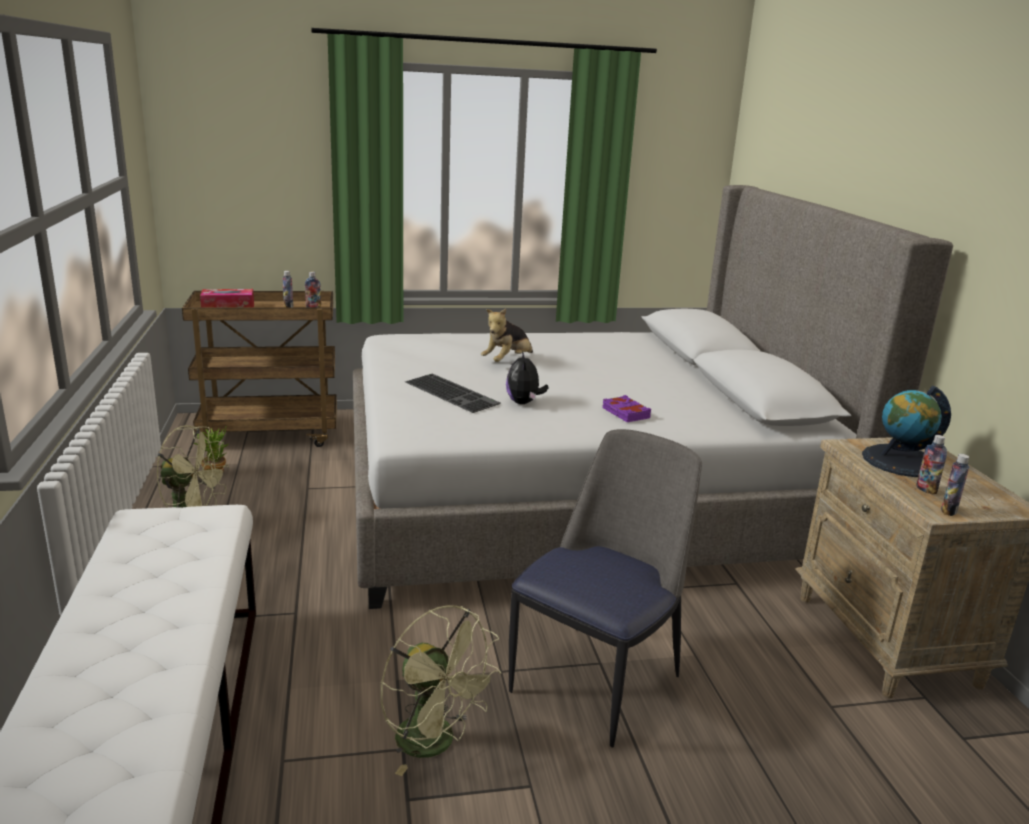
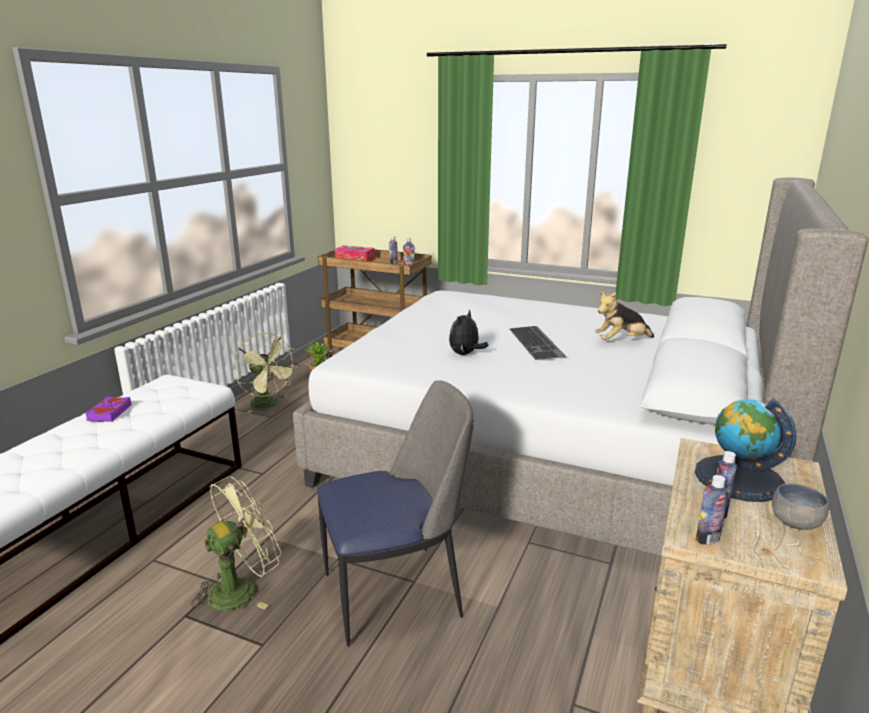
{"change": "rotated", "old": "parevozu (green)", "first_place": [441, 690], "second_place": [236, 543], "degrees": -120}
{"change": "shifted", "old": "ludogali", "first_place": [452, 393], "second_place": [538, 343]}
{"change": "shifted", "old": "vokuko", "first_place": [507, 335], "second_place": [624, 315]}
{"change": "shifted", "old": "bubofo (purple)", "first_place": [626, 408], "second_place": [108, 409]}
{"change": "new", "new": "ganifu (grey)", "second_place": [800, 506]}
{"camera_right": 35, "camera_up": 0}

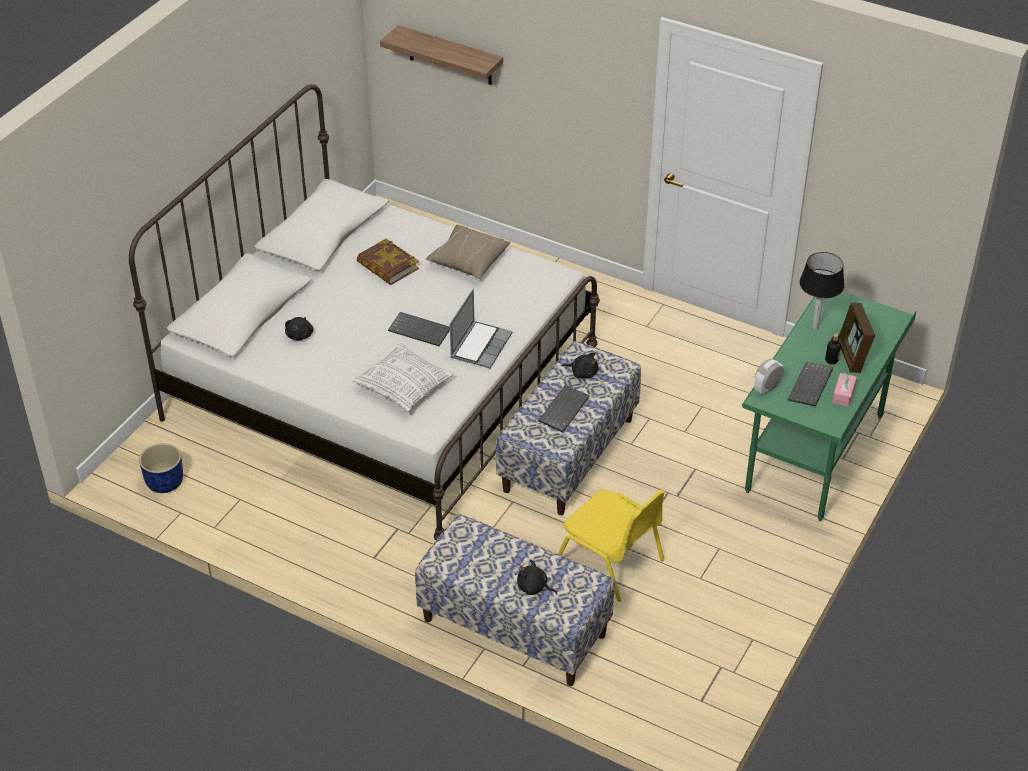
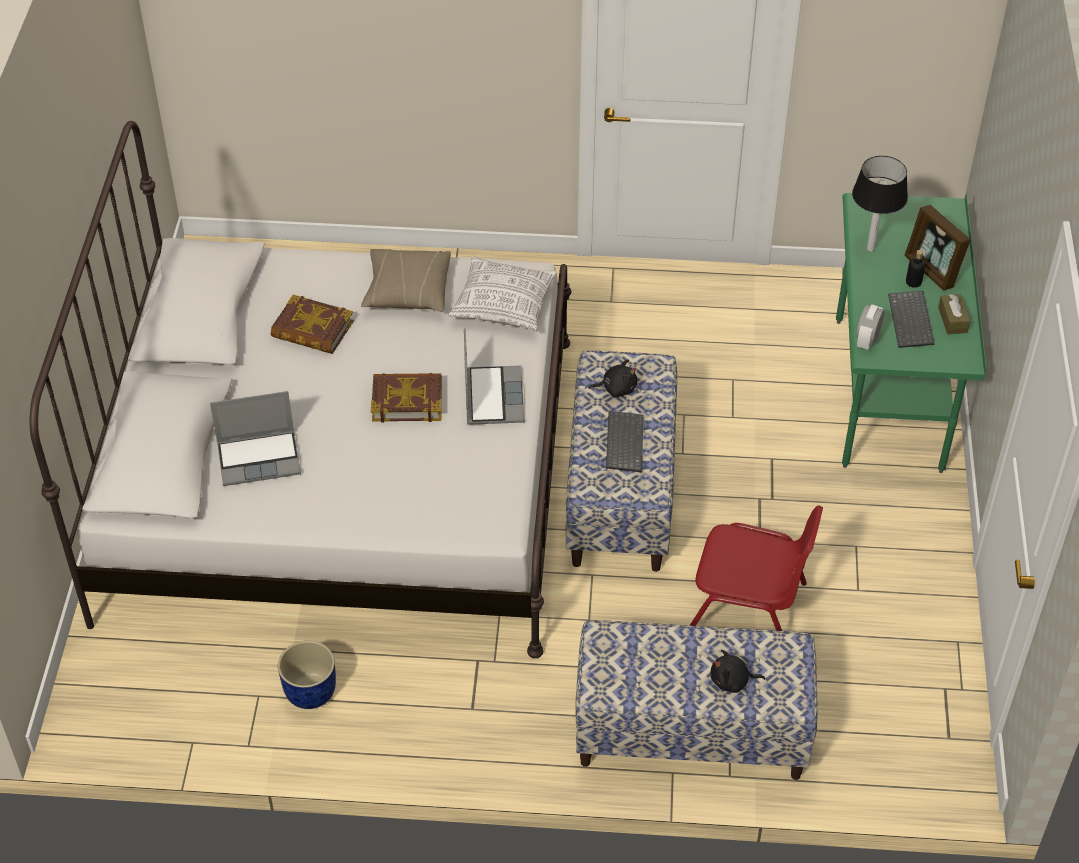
{"change": "shifted", "old": "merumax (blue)", "first_place": [161, 468], "second_place": [307, 675]}
{"change": "swapped", "old": "vokuko (black)", "new": "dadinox", "first_place": [299, 328], "second_place": [255, 438]}
{"change": "shifted", "old": "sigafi", "first_place": [403, 378], "second_place": [502, 294]}
{"change": "gone", "old": "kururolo", "first_place": [441, 55]}
{"change": "swapped", "old": "ludogali", "new": "bubofo", "first_place": [419, 329], "second_place": [406, 397]}
{"change": "repainted", "old": "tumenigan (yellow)", "new": "tumenigan (red)", "first_place": [611, 545], "second_place": [756, 568]}
{"change": "repainted", "old": "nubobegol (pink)", "new": "nubobegol (brown)", "first_place": [844, 390], "second_place": [954, 314]}
{"camera_right": -25, "camera_up": 5}

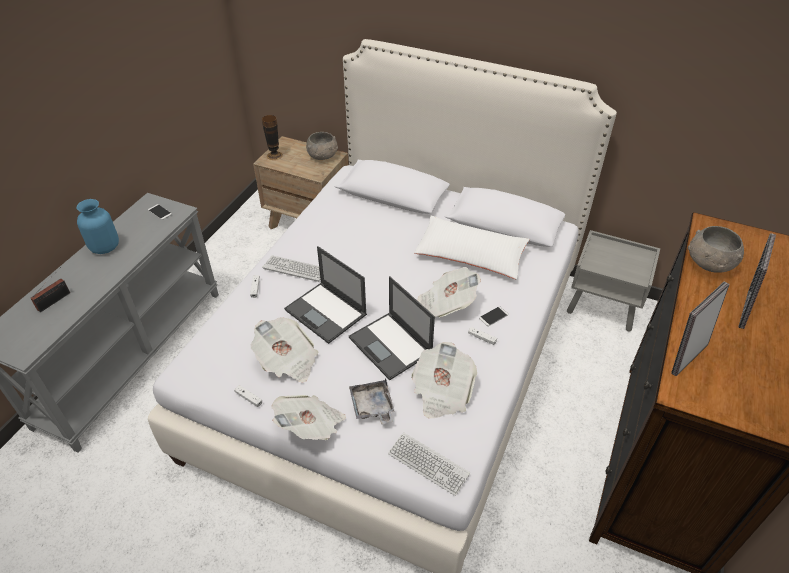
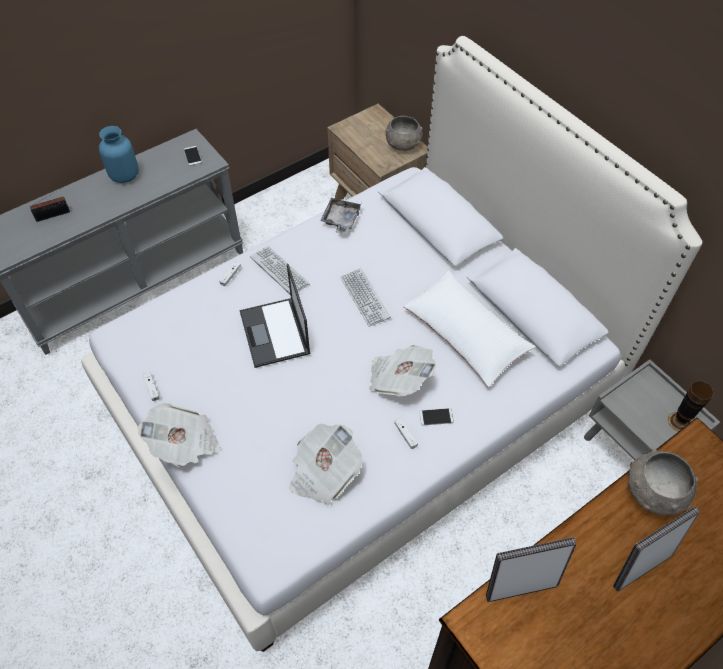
{"change": "gone", "old": "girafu", "first_place": [284, 350]}
{"change": "shifted", "old": "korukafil", "first_place": [272, 137], "second_place": [691, 406]}
{"change": "gone", "old": "dadinox", "first_place": [392, 328]}
{"change": "shifted", "old": "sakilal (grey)", "first_place": [372, 401], "second_place": [340, 216]}
{"change": "shifted", "old": "ludogali", "first_place": [429, 464], "second_place": [365, 297]}
{"camera_right": 30, "camera_up": 10}

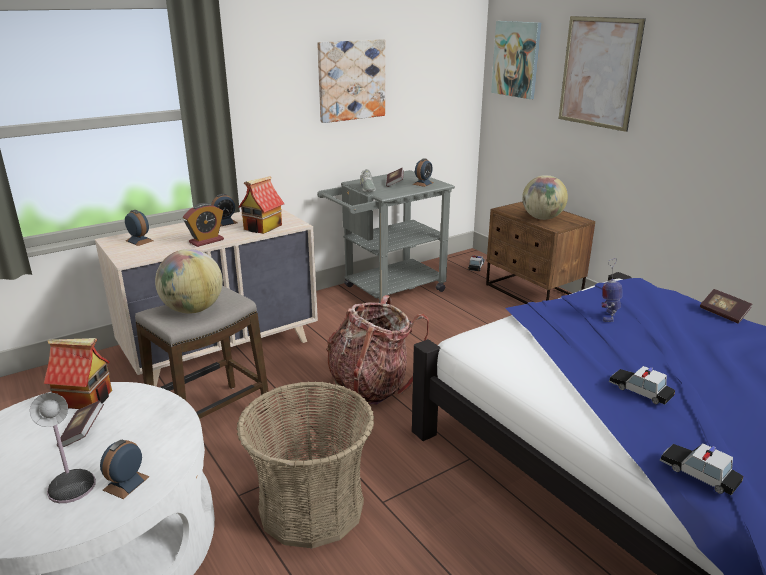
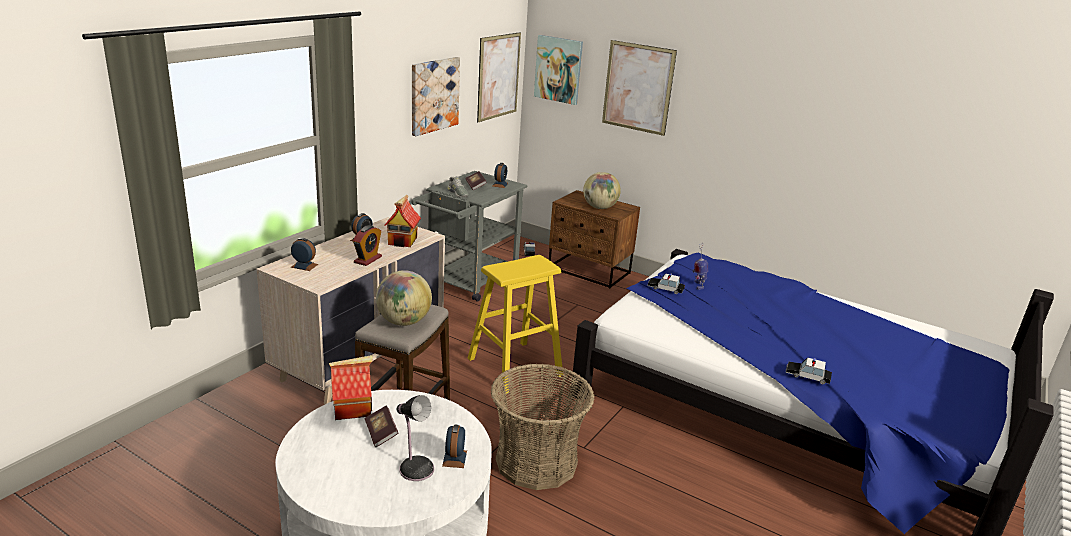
{"change": "swapped", "old": "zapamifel", "new": "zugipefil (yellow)", "first_place": [377, 350], "second_place": [515, 324]}
{"change": "shifted", "old": "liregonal", "first_place": [642, 385], "second_place": [666, 283]}
{"change": "gone", "old": "bubofo", "first_place": [726, 306]}
{"change": "new", "new": "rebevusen", "second_place": [499, 77]}
{"camera_right": -25, "camera_up": 0}

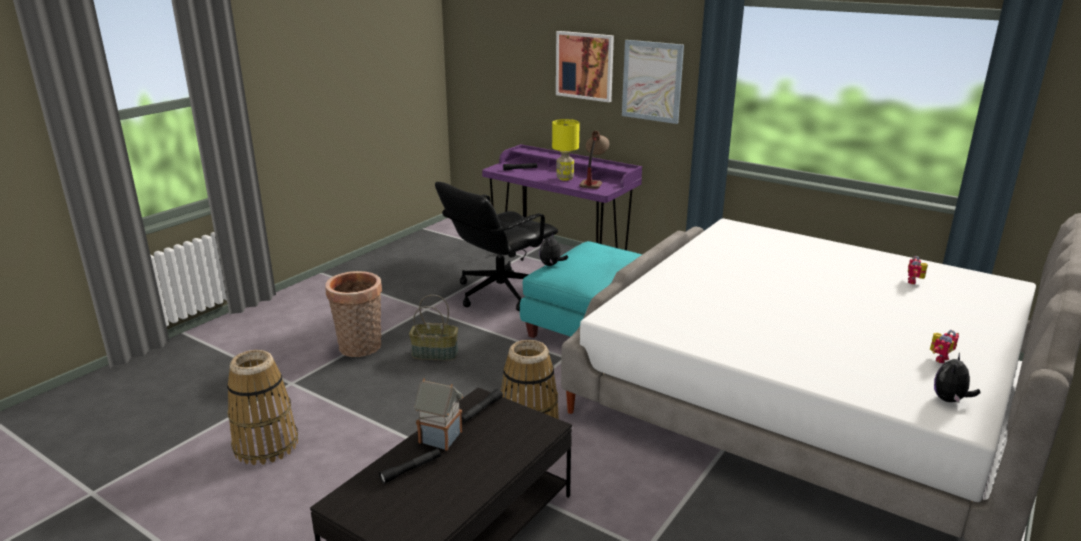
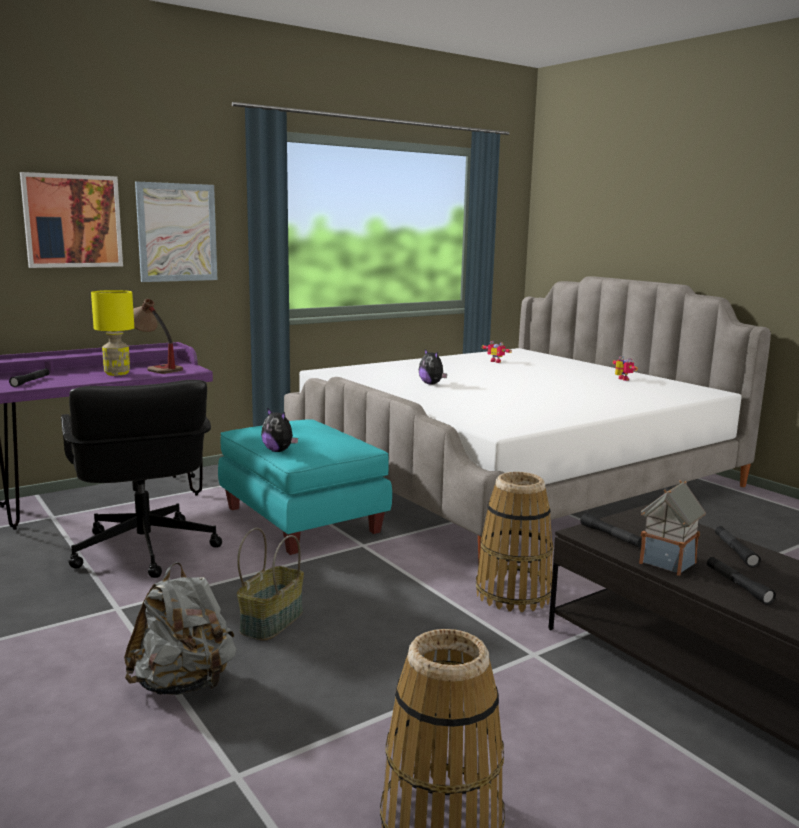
{"change": "swapped", "old": "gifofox", "new": "zapamifel (grey)", "first_place": [353, 314], "second_place": [180, 628]}
{"change": "shifted", "old": "vokuko", "first_place": [957, 378], "second_place": [433, 367]}
{"change": "new", "new": "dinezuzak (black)", "second_place": [738, 547]}
{"camera_right": -70, "camera_up": -10}

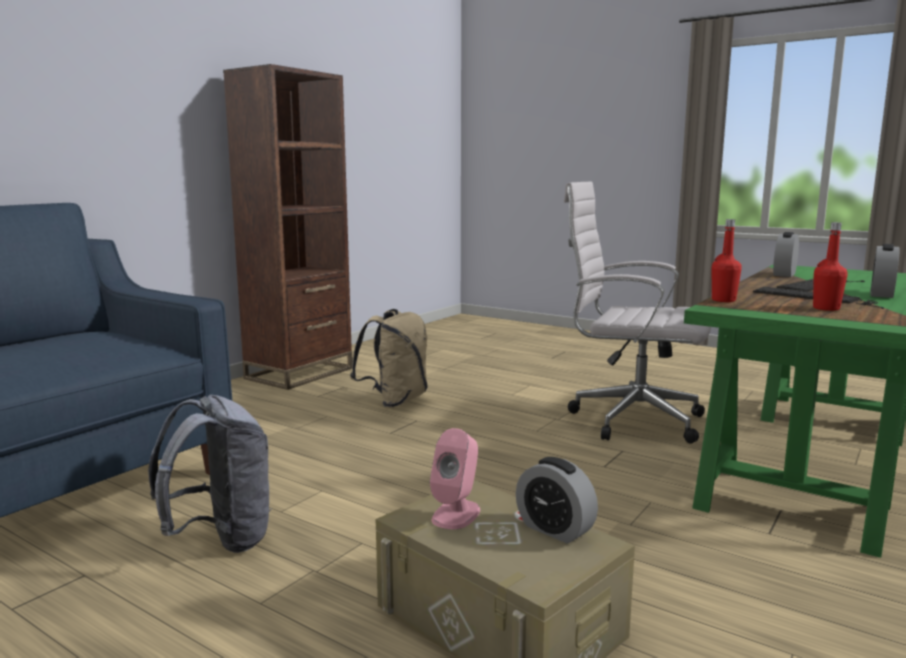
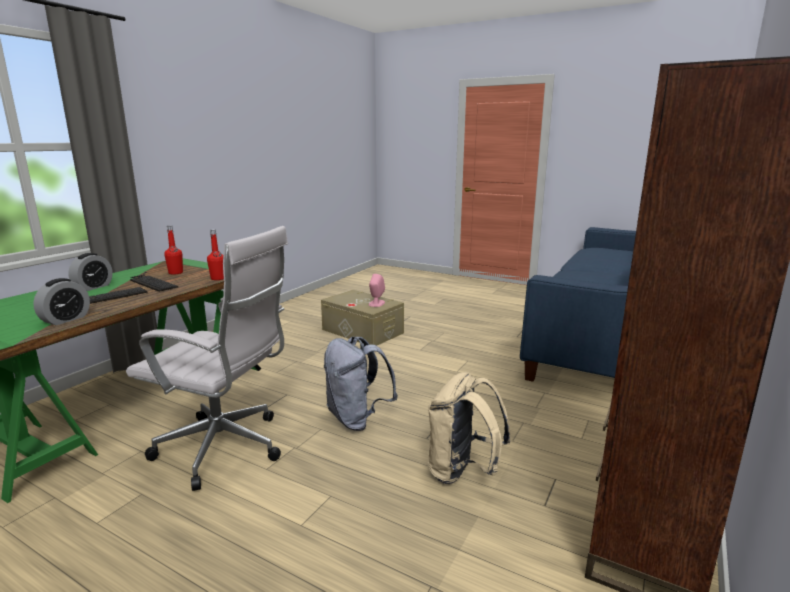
{"change": "shifted", "old": "zapamifel (grey)", "first_place": [210, 474], "second_place": [361, 384]}
{"change": "gone", "old": "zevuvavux", "first_place": [557, 500]}
{"camera_right": 175, "camera_up": 5}

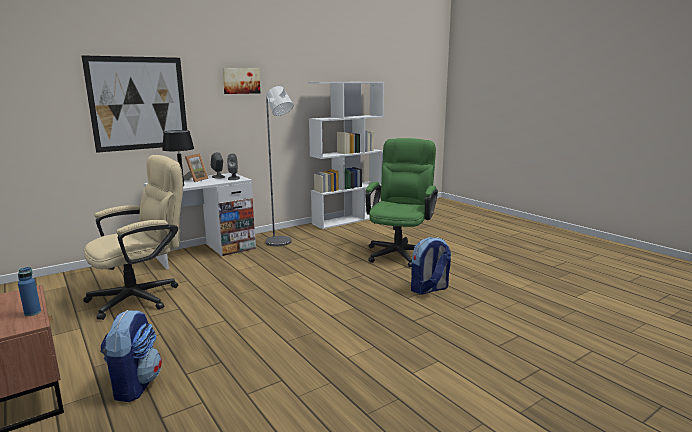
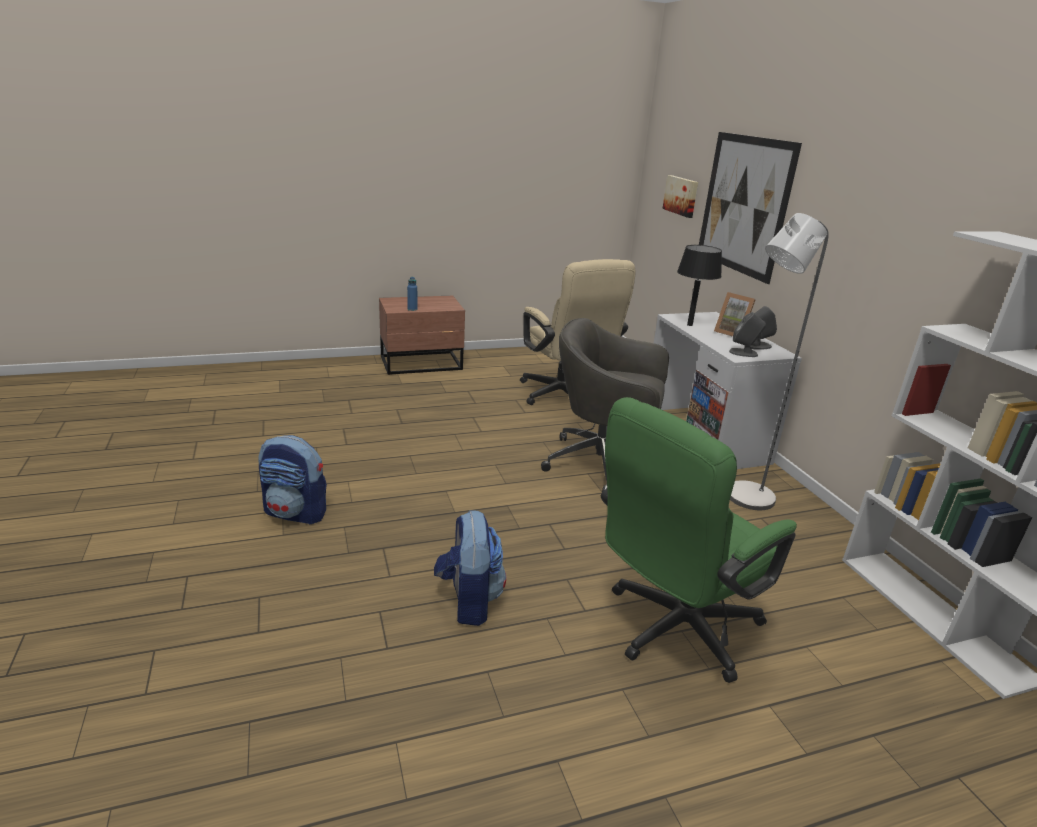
{"change": "shifted", "old": "zapamifel", "first_place": [131, 356], "second_place": [293, 480]}
{"change": "shifted", "old": "rebevusen", "first_place": [241, 81], "second_place": [680, 196]}
{"change": "rotated", "old": "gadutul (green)", "first_place": [401, 203], "second_place": [699, 540], "degrees": 105}
{"change": "new", "new": "gadutul (grey)", "second_place": [605, 405]}
{"camera_right": 105, "camera_up": 10}

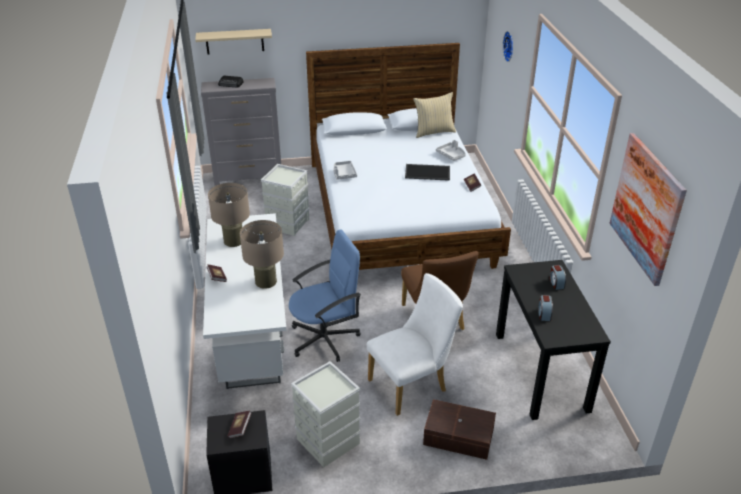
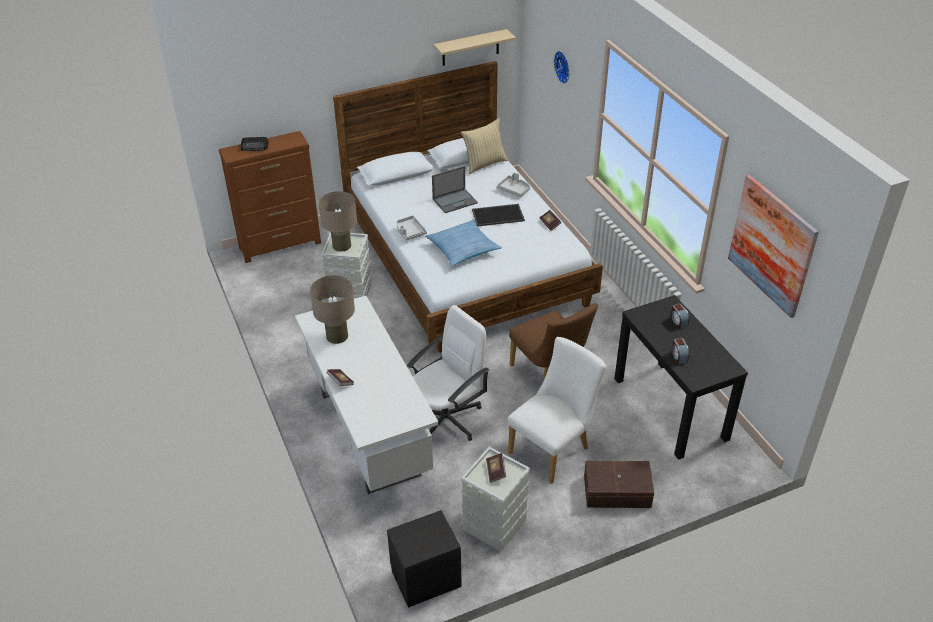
{"change": "shifted", "old": "kururolo (beige)", "first_place": [233, 41], "second_place": [475, 47]}
{"change": "repainted", "old": "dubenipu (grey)", "new": "dubenipu (brown)", "first_place": [241, 132], "second_place": [270, 197]}
{"change": "shifted", "old": "bubofo", "first_place": [240, 424], "second_place": [496, 468]}
{"change": "shifted", "old": "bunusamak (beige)", "first_place": [262, 254], "second_place": [338, 221]}
{"change": "repainted", "old": "gadutul (blue)", "new": "gadutul (white)", "first_place": [325, 295], "second_place": [448, 373]}
{"change": "new", "new": "sigafi", "second_place": [463, 242]}
{"change": "new", "new": "dadinox", "second_place": [455, 189]}
{"camera_right": -15, "camera_up": 5}

